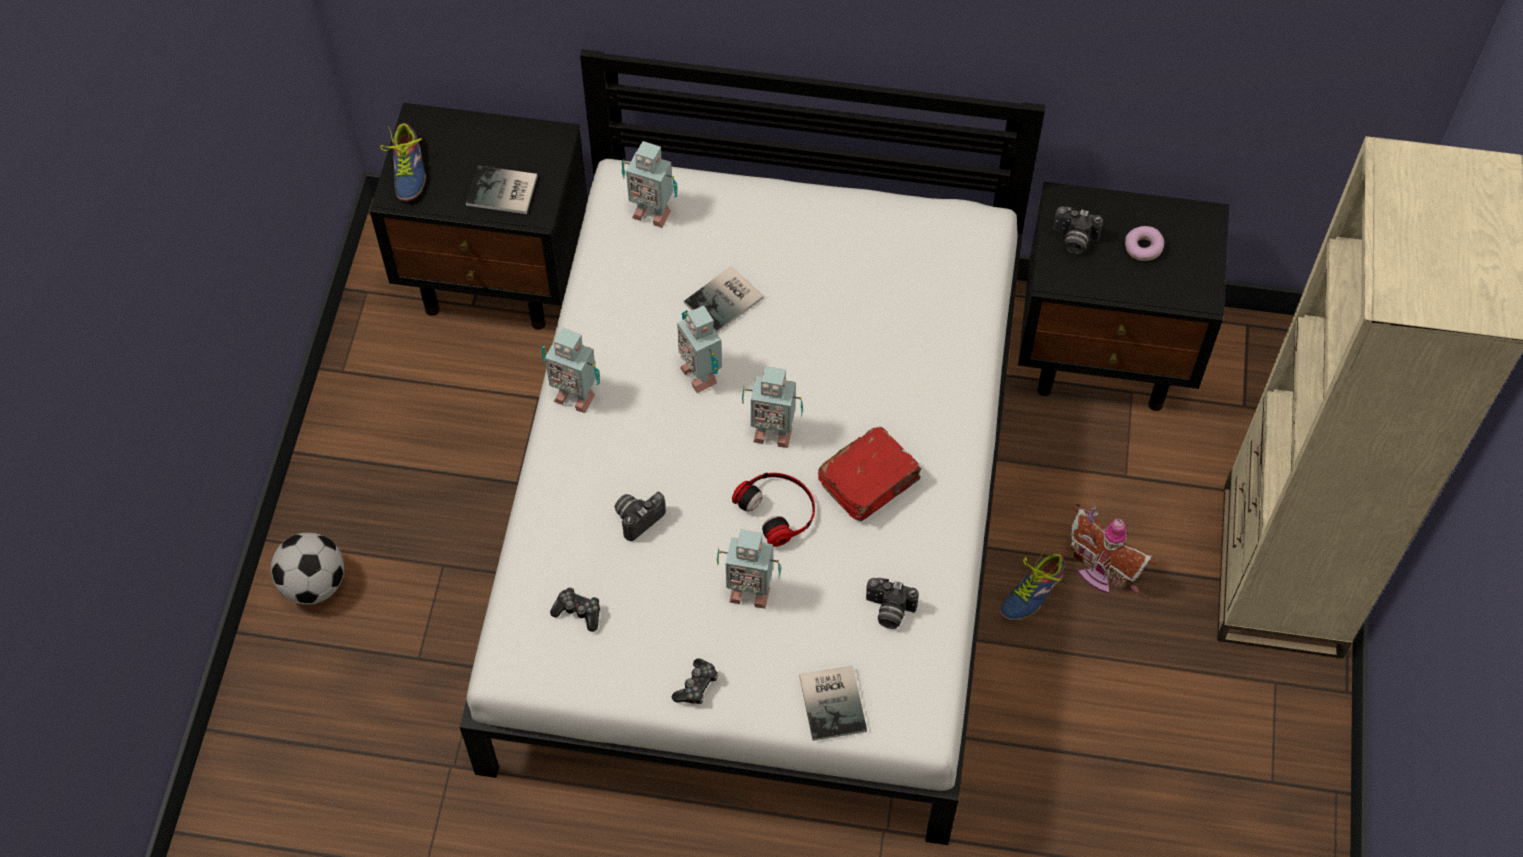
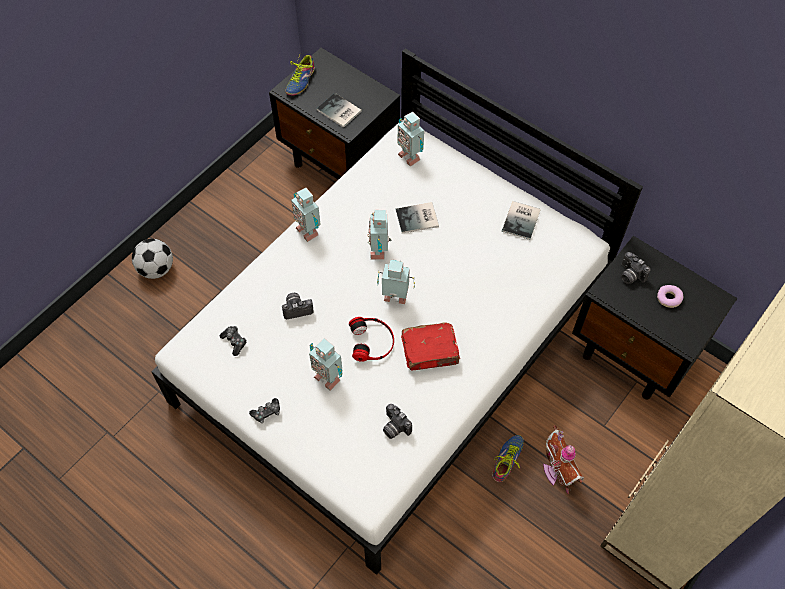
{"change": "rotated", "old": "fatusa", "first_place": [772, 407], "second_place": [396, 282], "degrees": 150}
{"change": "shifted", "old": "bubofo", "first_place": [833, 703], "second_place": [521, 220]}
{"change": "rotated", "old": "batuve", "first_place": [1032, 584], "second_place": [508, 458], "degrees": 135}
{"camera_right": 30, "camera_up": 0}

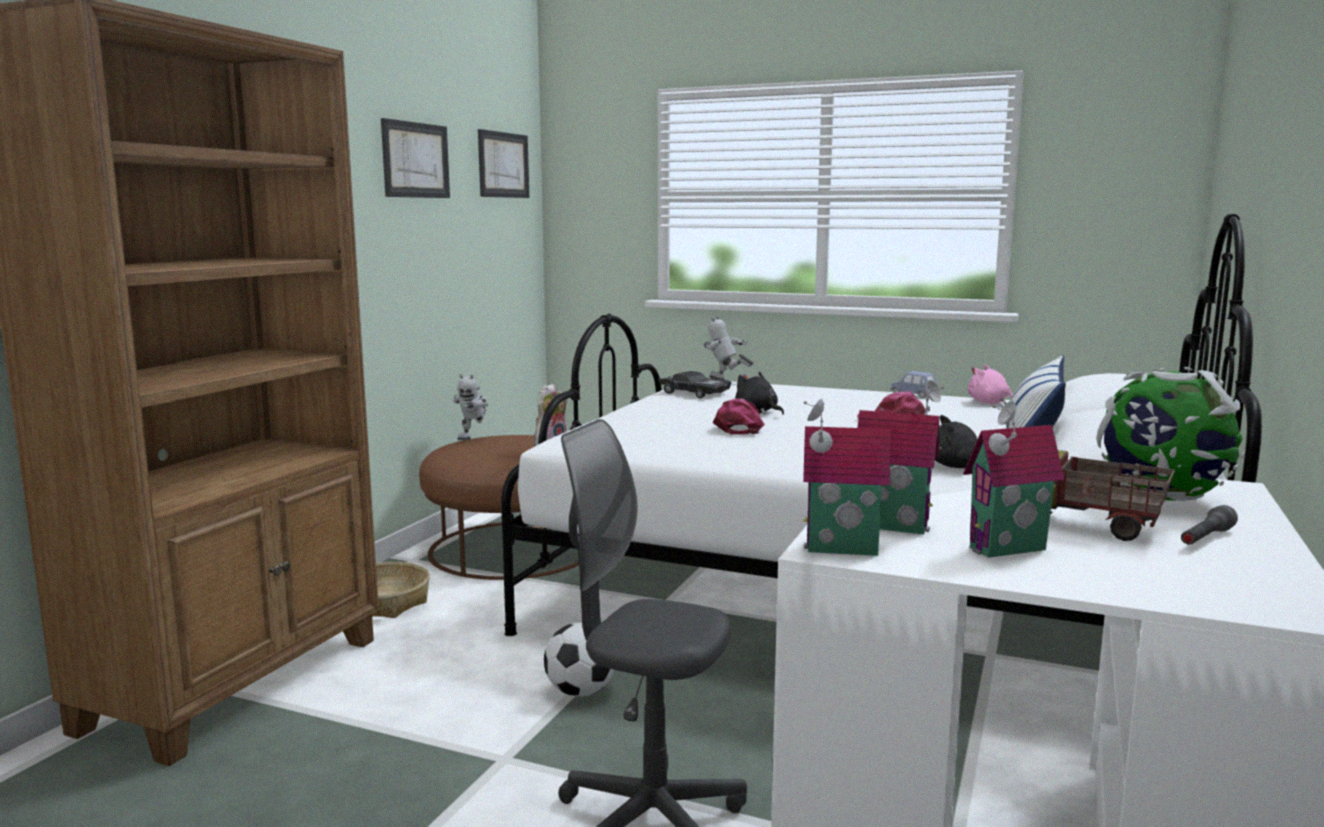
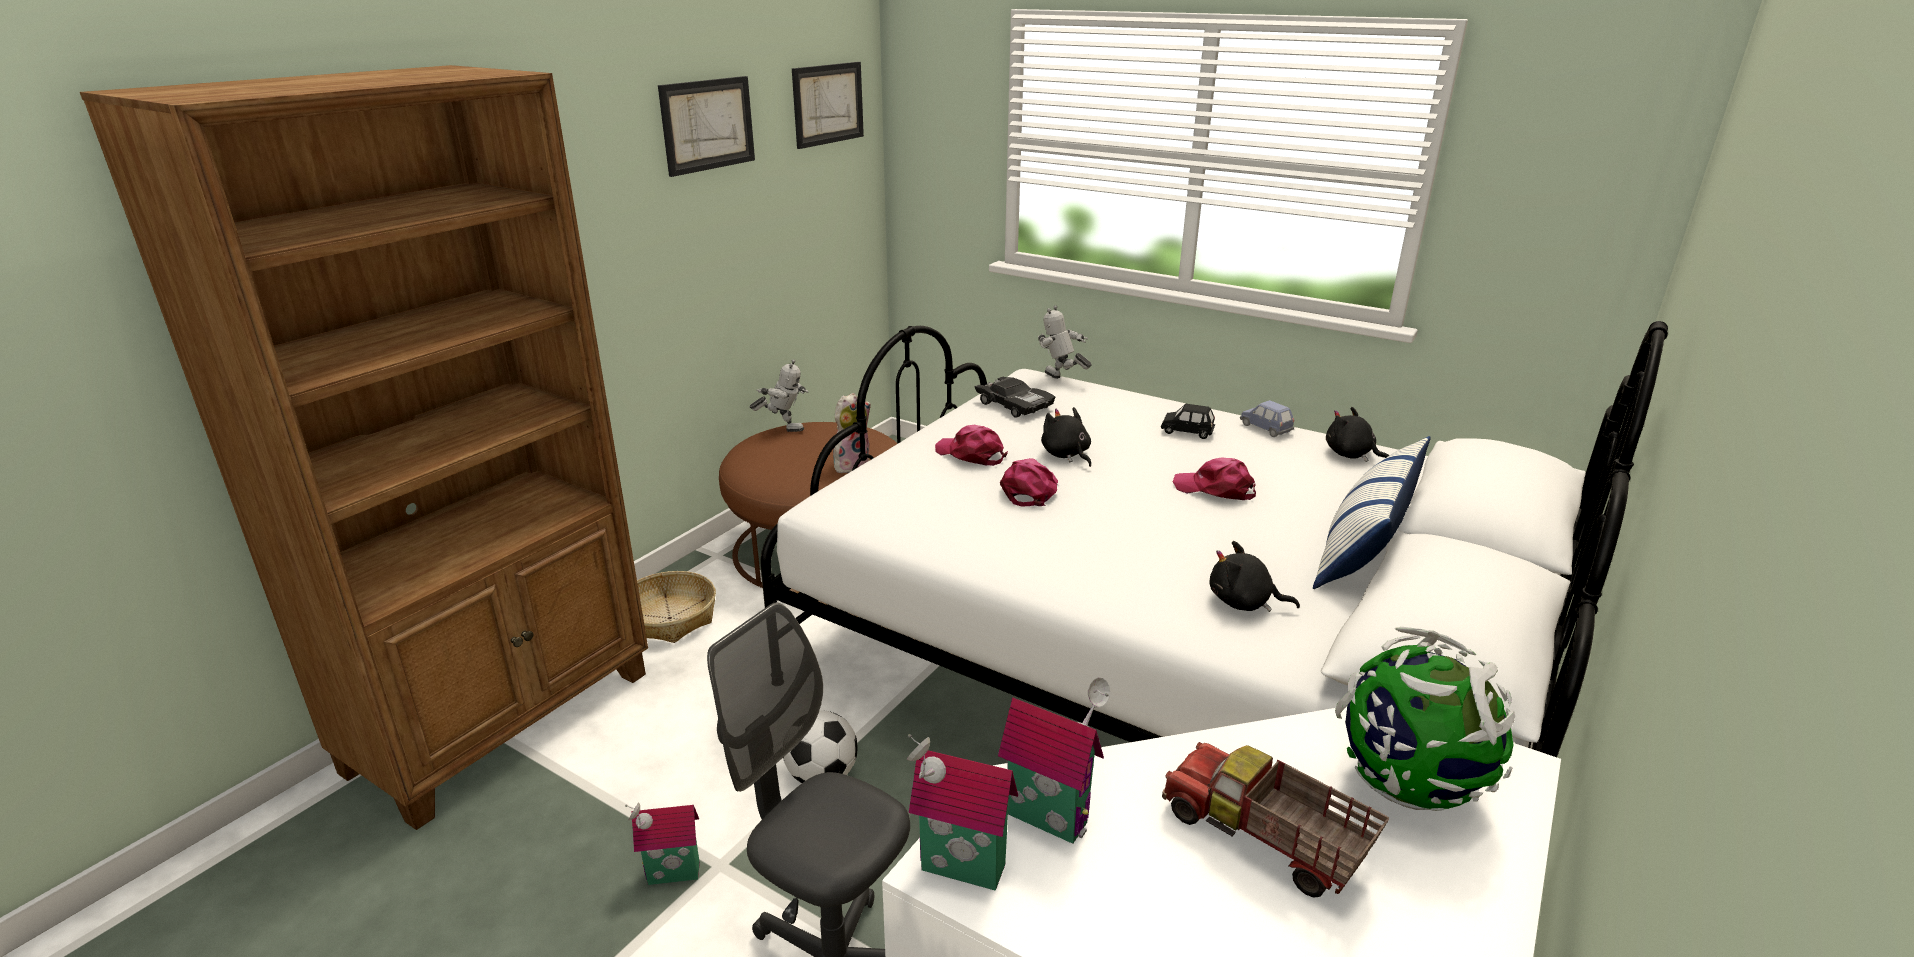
{"change": "rotated", "old": "fatusa", "first_place": [471, 407], "second_place": [779, 395], "degrees": -105}
{"change": "shifted", "old": "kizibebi", "first_place": [1014, 479], "second_place": [662, 843]}
{"change": "repainted", "old": "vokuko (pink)", "new": "vokuko (black)", "first_place": [990, 384], "second_place": [1357, 434]}
{"change": "gone", "old": "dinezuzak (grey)", "first_place": [1209, 525]}
{"change": "new", "new": "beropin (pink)", "second_place": [971, 445]}
{"change": "new", "new": "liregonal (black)", "second_place": [1188, 421]}
{"camera_right": 10, "camera_up": 15}

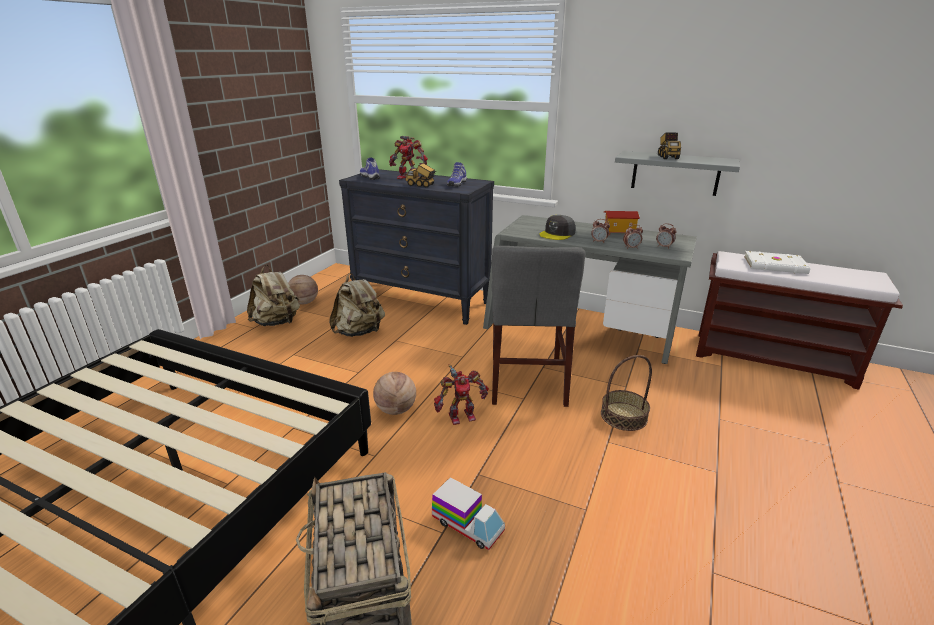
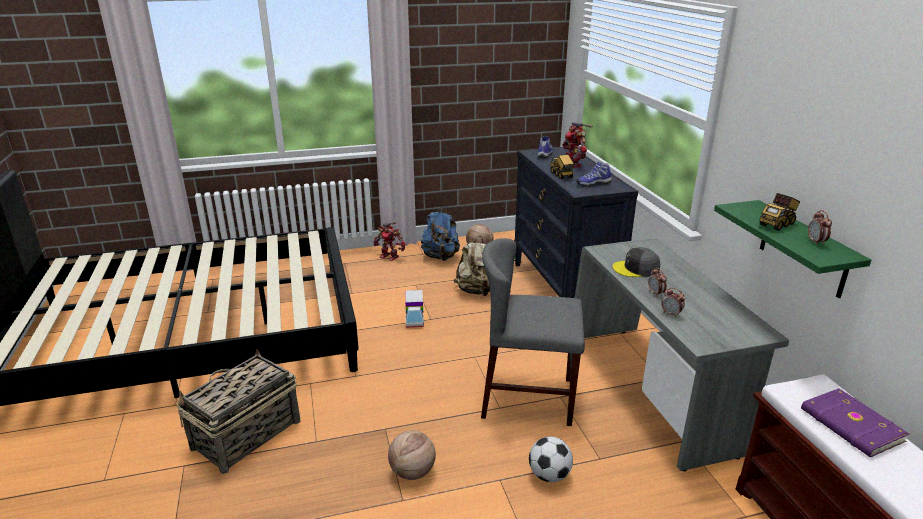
{"change": "repainted", "old": "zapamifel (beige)", "new": "zapamifel (blue)", "first_place": [273, 295], "second_place": [440, 233]}
{"change": "shifted", "old": "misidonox", "first_place": [394, 393], "second_place": [412, 455]}
{"change": "shifted", "old": "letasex", "first_place": [468, 513], "second_place": [414, 309]}
{"change": "shifted", "old": "fatusa", "first_place": [461, 394], "second_place": [390, 241]}
{"change": "rotated", "old": "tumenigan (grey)", "first_place": [538, 326], "second_place": [533, 332], "degrees": 45}
{"change": "swapped", "old": "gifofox", "new": "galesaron", "first_place": [626, 393], "second_place": [551, 459]}
{"change": "gone", "old": "kizibebi", "first_place": [622, 223]}
{"change": "repainted", "old": "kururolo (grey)", "new": "kururolo (green)", "first_place": [677, 173], "second_place": [792, 249]}
{"change": "shifted", "old": "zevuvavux", "first_place": [666, 236], "second_place": [820, 227]}
{"change": "repainted", "old": "bubofo (white)", "new": "bubofo (purple)", "first_place": [777, 262], "second_place": [855, 422]}
{"camera_right": 50, "camera_up": 0}

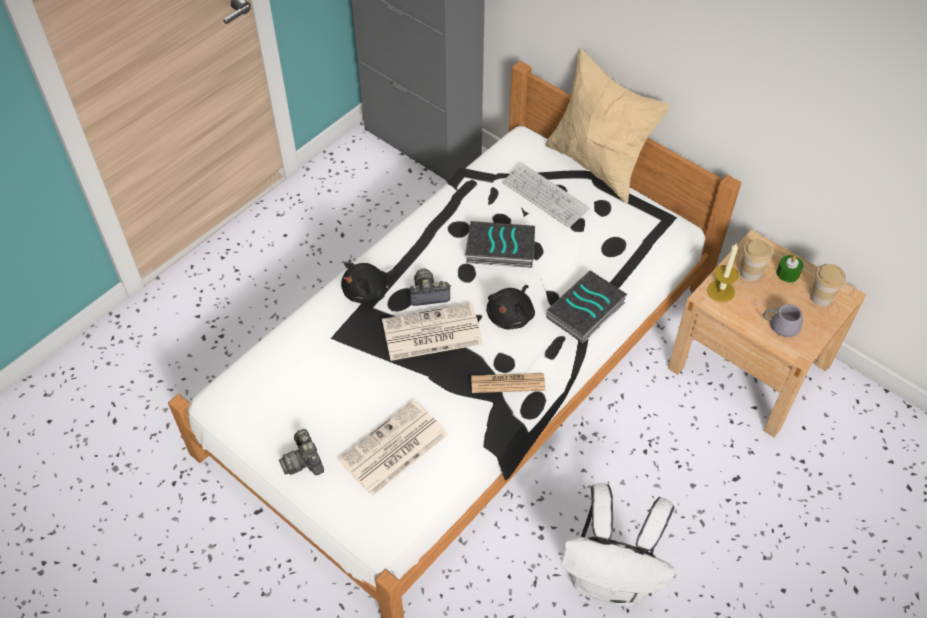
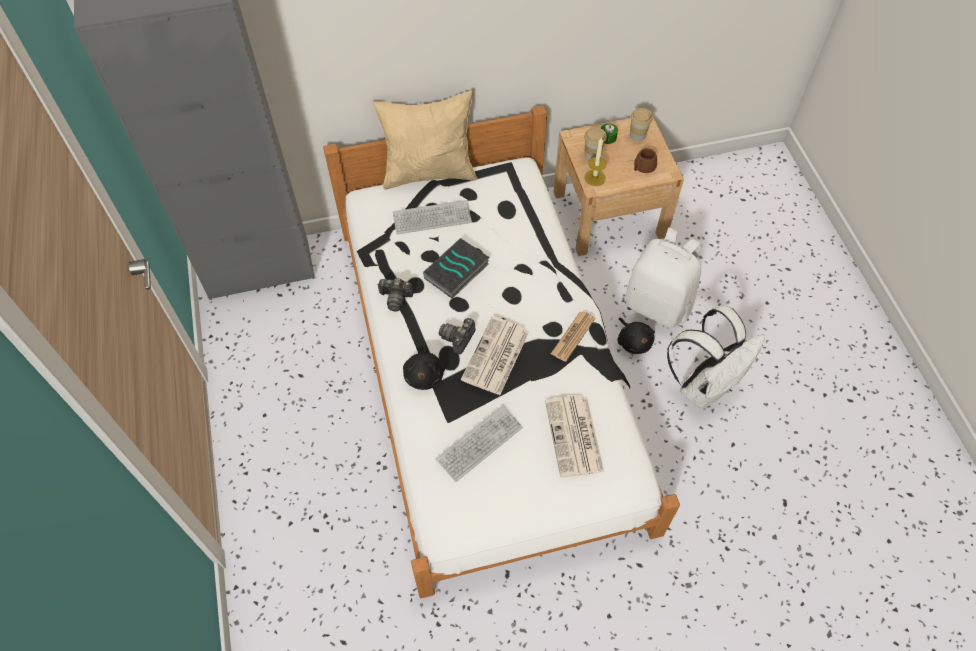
{"change": "shifted", "old": "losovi", "first_place": [301, 452], "second_place": [395, 295]}
{"change": "shifted", "old": "vokuko (black)", "first_place": [510, 307], "second_place": [636, 335]}
{"change": "gone", "old": "bubofo", "first_place": [586, 307]}
{"change": "repainted", "old": "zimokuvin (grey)", "new": "zimokuvin (brown)", "first_place": [783, 320], "second_place": [641, 160]}
{"change": "new", "new": "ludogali", "second_place": [479, 443]}
{"change": "new", "new": "zapamifel (white)", "second_place": [664, 278]}
{"camera_right": -55, "camera_up": 5}

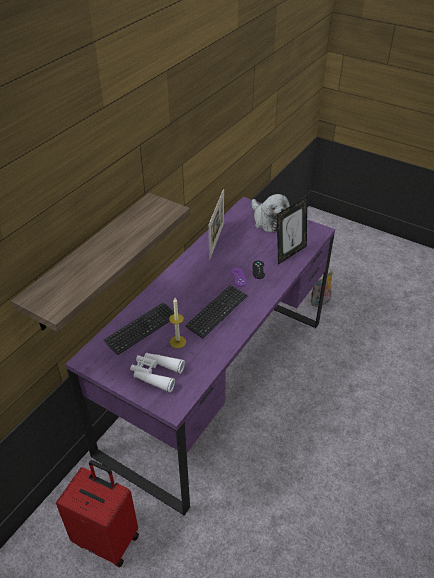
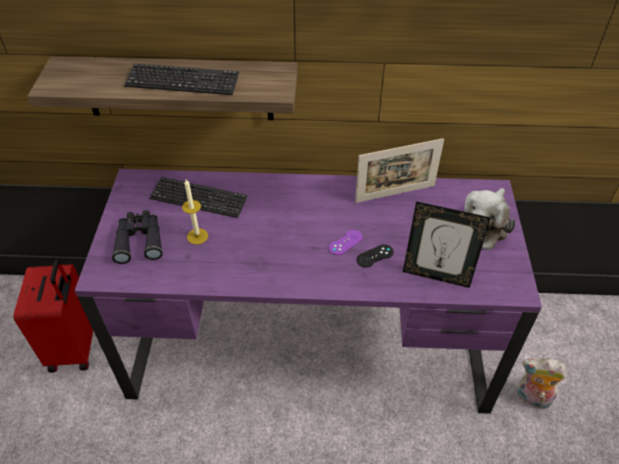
{"change": "repainted", "old": "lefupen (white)", "new": "lefupen (black)", "first_place": [157, 372], "second_place": [137, 237]}
{"change": "shifted", "old": "ludogali", "first_place": [216, 311], "second_place": [181, 79]}
{"camera_right": 60, "camera_up": 5}

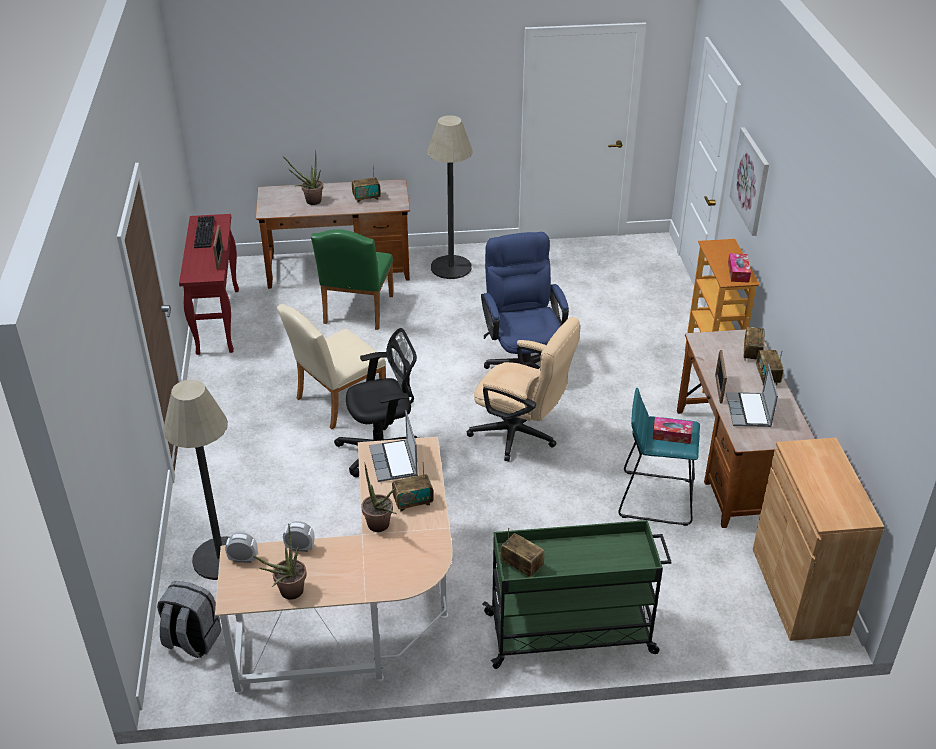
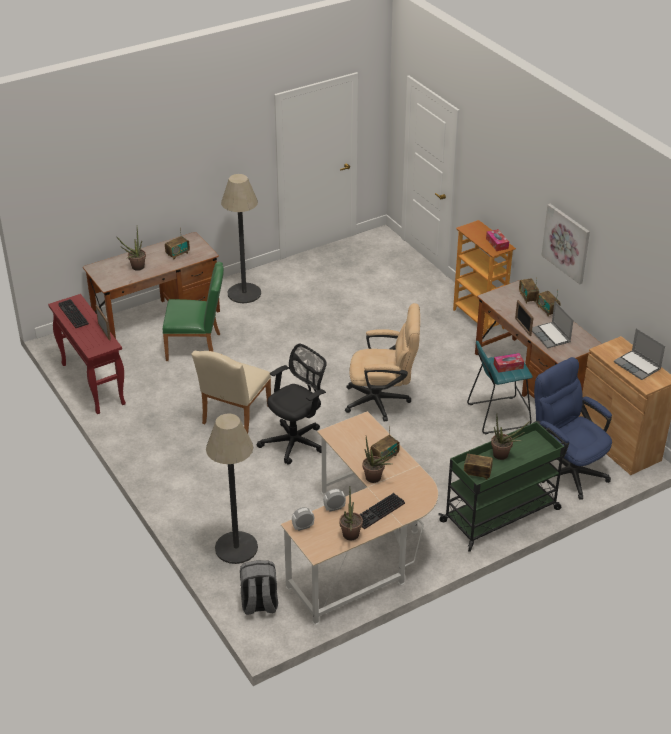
{"change": "rotated", "old": "tumenigan (green)", "first_place": [352, 279], "second_place": [193, 311], "degrees": -75}
{"change": "shifted", "old": "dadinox", "first_place": [393, 446], "second_place": [639, 354]}
{"change": "shifted", "old": "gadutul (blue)", "first_place": [525, 300], "second_place": [573, 428]}
{"change": "shifted", "old": "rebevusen", "first_place": [749, 181], "second_place": [565, 244]}
{"change": "new", "new": "ludogali", "second_place": [382, 511]}
{"change": "new", "new": "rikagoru", "second_place": [511, 437]}
{"camera_right": -25, "camera_up": 0}

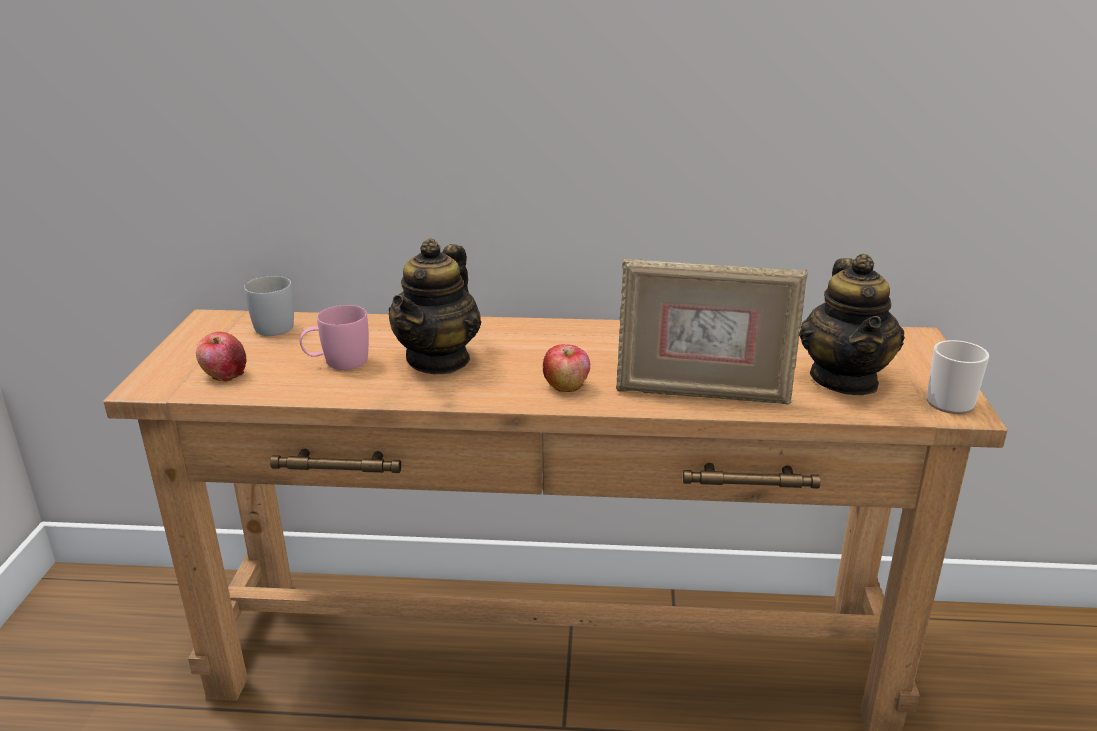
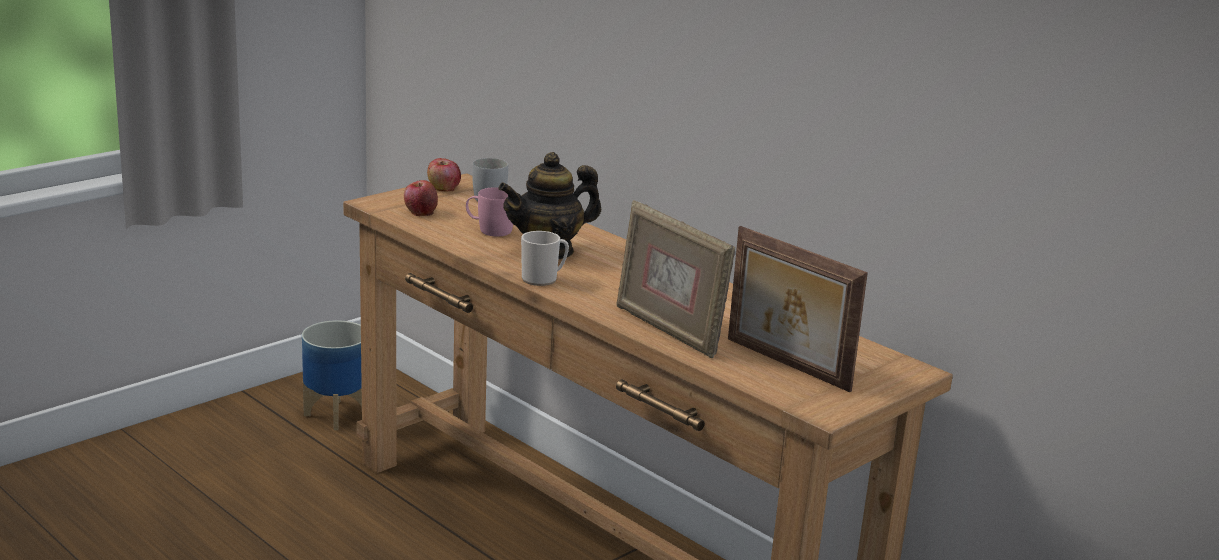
{"change": "shifted", "old": "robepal", "first_place": [566, 368], "second_place": [444, 175]}
{"change": "swapped", "old": "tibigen", "new": "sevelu", "first_place": [852, 324], "second_place": [798, 309]}
{"change": "shifted", "old": "zimokuvin", "first_place": [958, 377], "second_place": [545, 258]}
{"change": "new", "new": "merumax", "second_place": [332, 375]}
{"camera_right": 40, "camera_up": -5}

